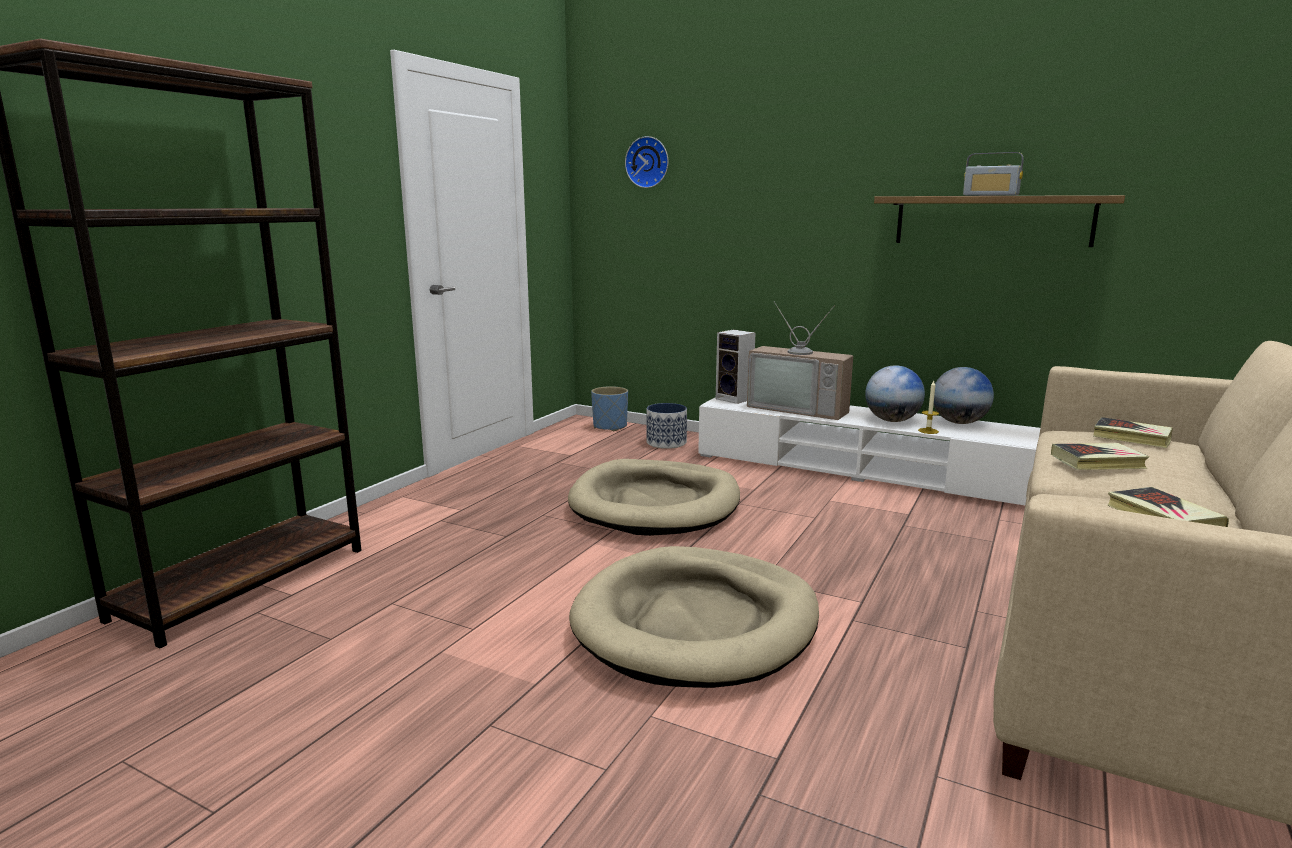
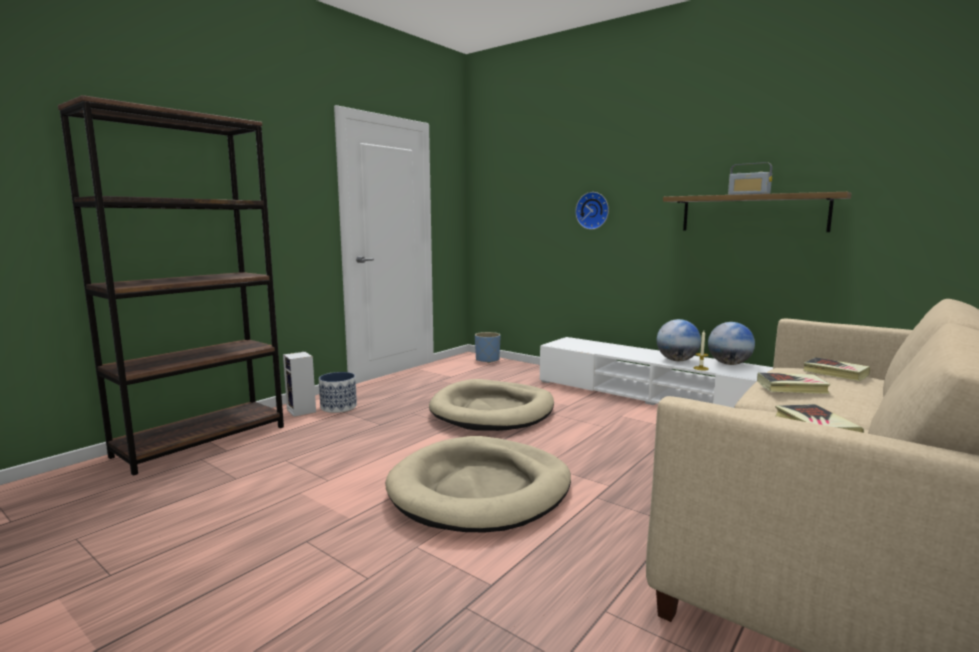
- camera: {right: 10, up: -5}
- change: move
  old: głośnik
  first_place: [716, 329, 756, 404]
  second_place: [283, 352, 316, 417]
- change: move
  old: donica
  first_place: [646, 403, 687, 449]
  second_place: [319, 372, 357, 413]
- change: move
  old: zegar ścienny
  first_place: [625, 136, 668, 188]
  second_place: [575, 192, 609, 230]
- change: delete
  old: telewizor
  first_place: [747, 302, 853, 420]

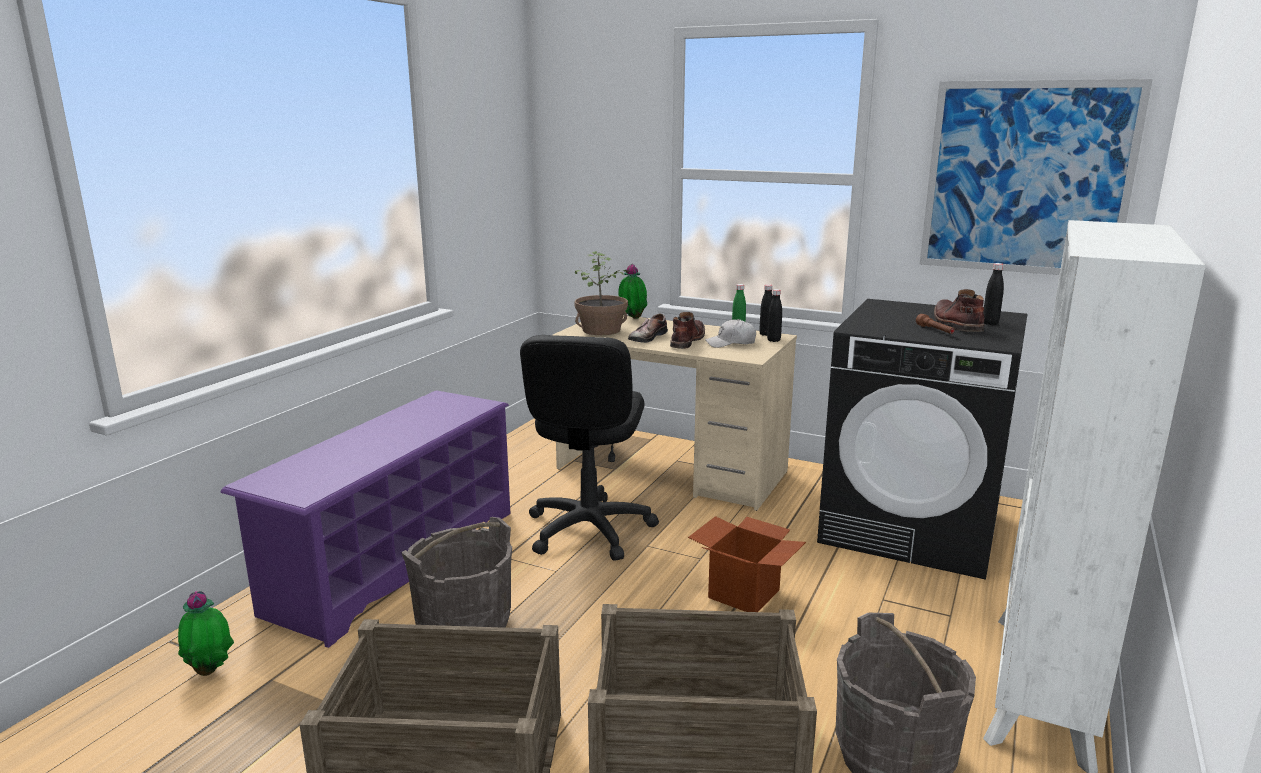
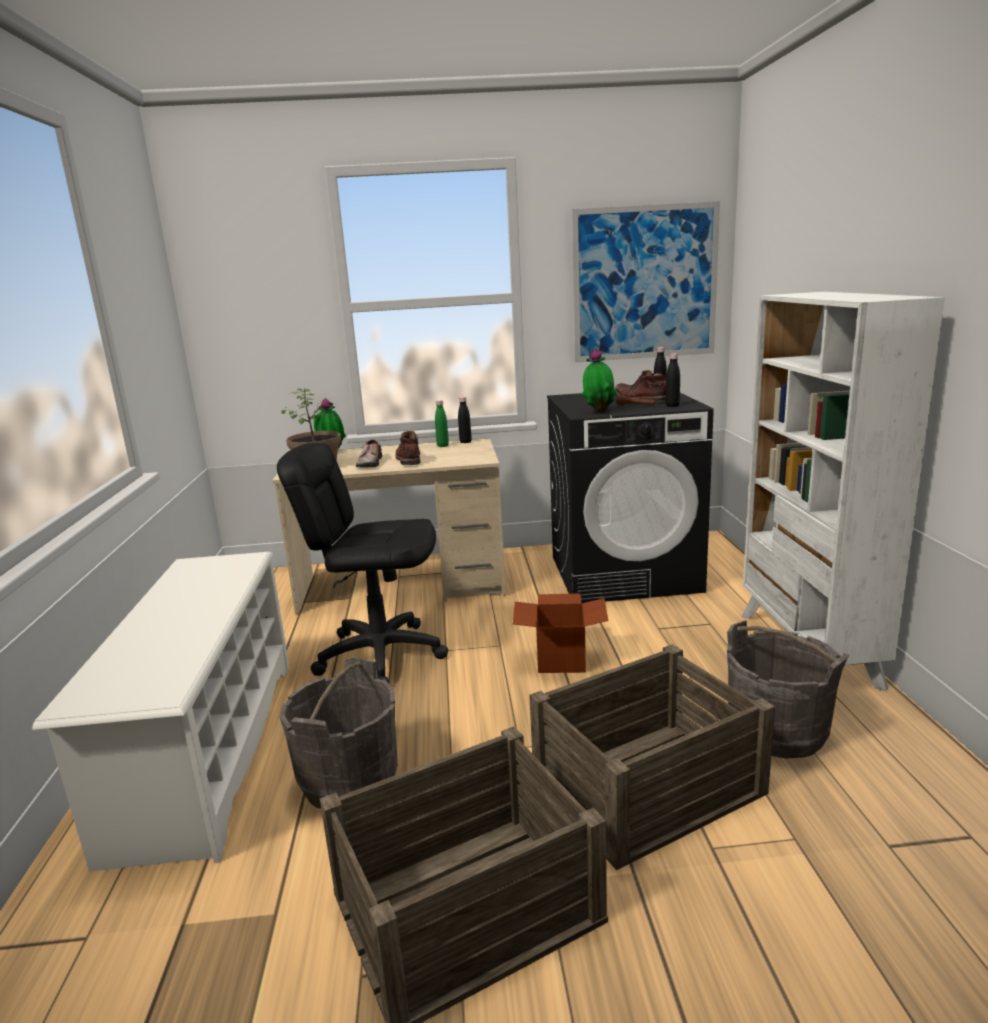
- camera: {right: -30, up: 0}
- change: recolor
  old: regał na buty [fioletowy]
  new: regał na buty [biały]
  first_place: [221, 390, 510, 648]
  second_place: [32, 552, 289, 872]
- change: rotate
  old: krzesło biurowe [czarny]
  first_place: [520, 335, 659, 561]
  second_place: [277, 443, 448, 683]
  degrees: 120
- change: move
  old: roślina doniczkowa
  first_place: [178, 591, 234, 676]
  second_place: [582, 348, 617, 413]
- change: move
  old: butelka [czarny]
  first_place: [767, 289, 782, 342]
  second_place: [666, 353, 680, 407]
- change: delete
  old: czapka z daszkiem [biały]
  first_place: [705, 319, 756, 348]

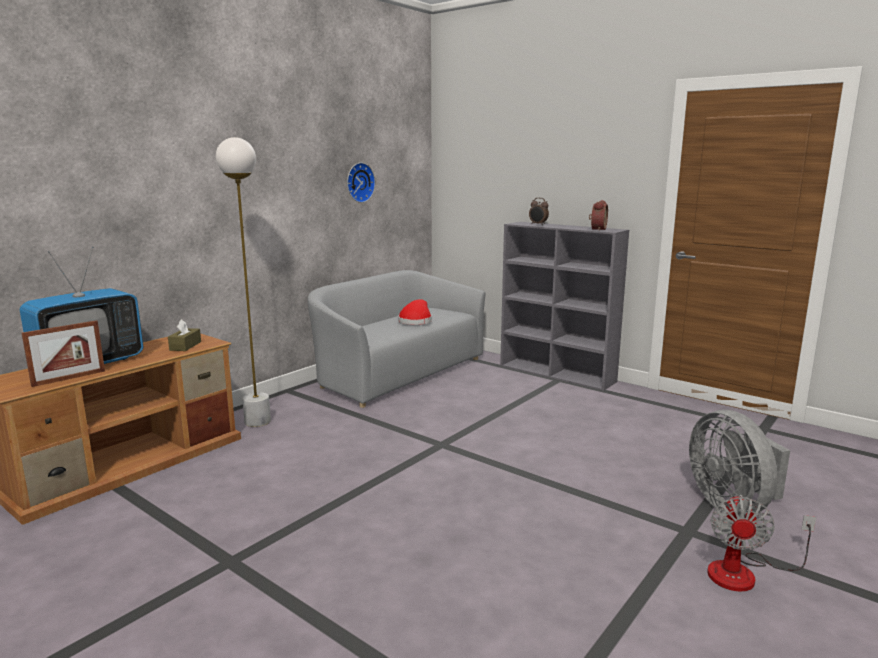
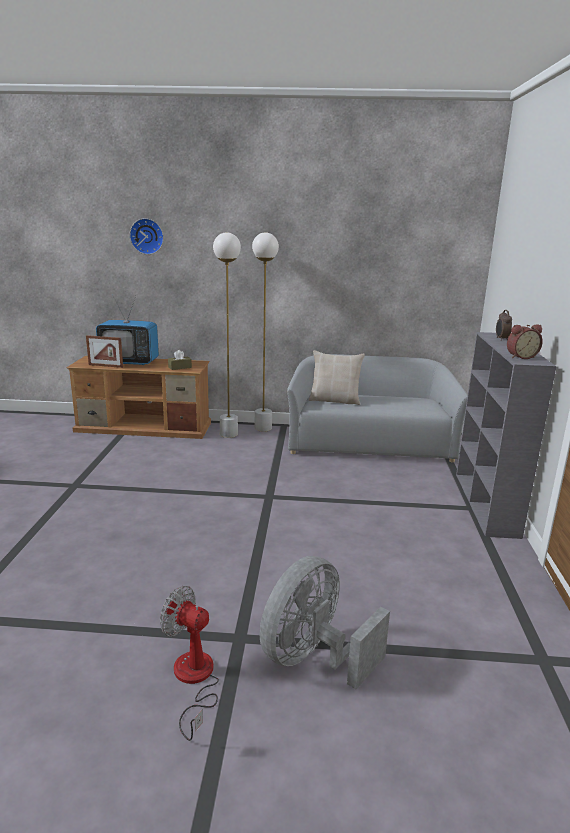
- camera: {right: 55, up: 5}
- change: move
  old: zegar ścienny
  first_place: [347, 163, 375, 203]
  second_place: [129, 218, 164, 255]
- change: rotate
  old: wentylator
  first_place: [707, 495, 816, 591]
  second_place: [160, 586, 219, 741]
  degrees: 45
- change: insert
  new: lampa stojąca [biały]
  second_place: [252, 232, 279, 432]
- change: insert
  new: poduszka [beżowy]
  second_place: [309, 350, 365, 405]
- change: delete
  old: kapelusz [czerwony]
  first_place: [398, 299, 432, 325]

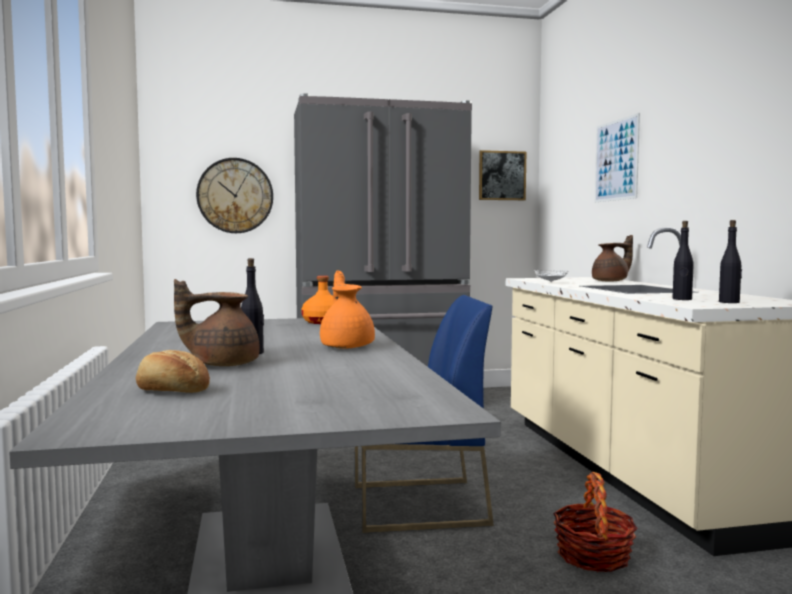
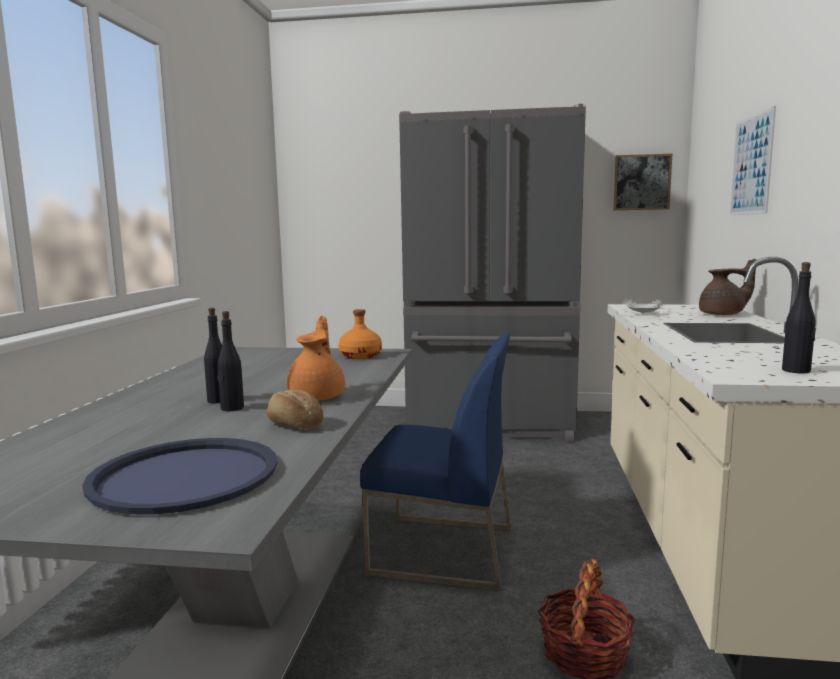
- camera: {right: 20, up: 5}
- change: insert
  new: taca [niebieski]
  second_place: [82, 438, 278, 515]
- change: move
  old: butelka [czarny]
  first_place: [673, 221, 694, 300]
  second_place: [217, 311, 244, 411]
- change: move
  old: chleb
  first_place: [136, 350, 210, 393]
  second_place: [267, 390, 323, 429]
- change: delete
  old: imbryk [brązowy]
  first_place: [174, 279, 260, 366]
- change: delete
  old: zegar ścienny
  first_place: [196, 158, 273, 233]

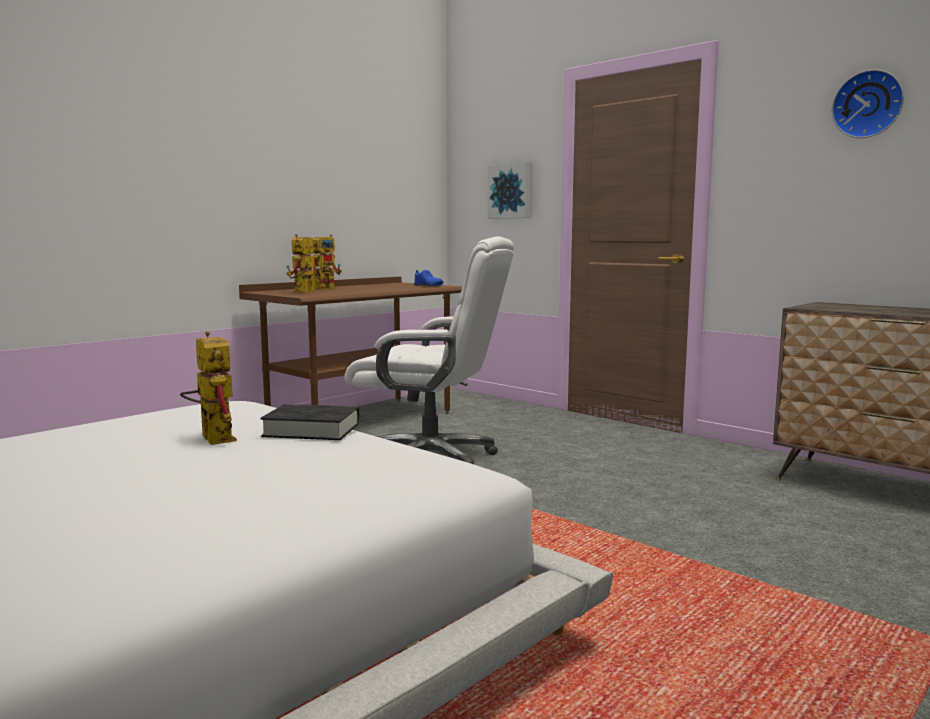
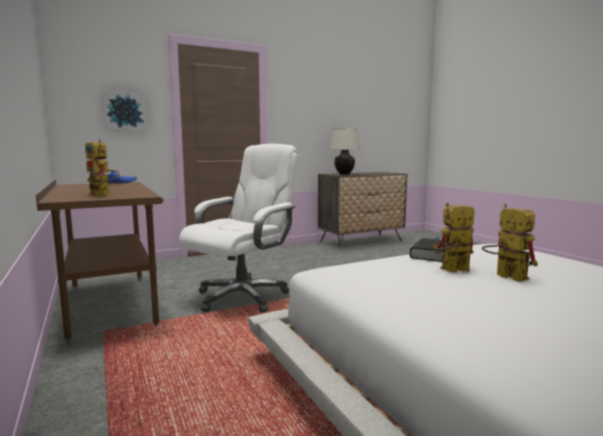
- camera: {right: -70, up: 0}
- change: insert
  new: lampa stołowa [beżowy]
  second_place: [329, 128, 361, 174]
- change: move
  old: robot zabawkowy
  first_place: [312, 234, 342, 290]
  second_place: [482, 204, 538, 282]
- change: delete
  old: zegar ścienny
  first_place: [832, 69, 904, 138]

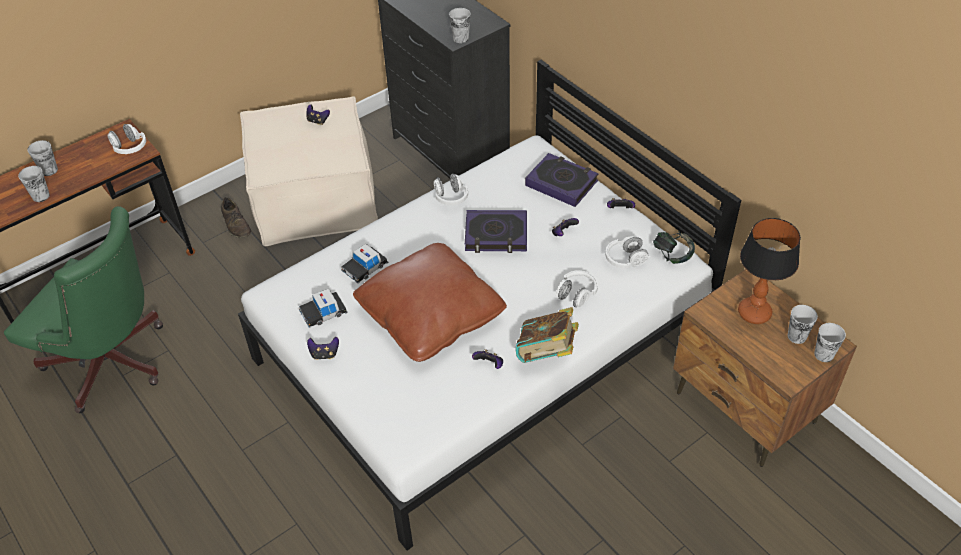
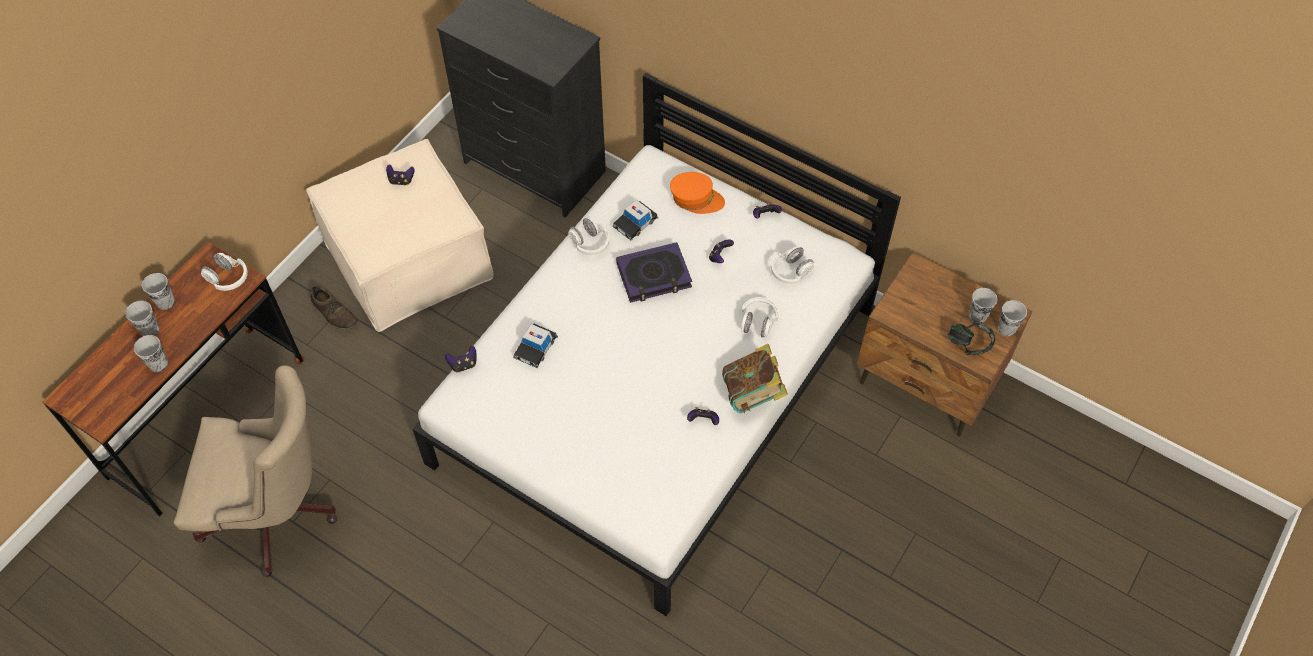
- camera: {right: -20, up: 10}
- change: move
  old: filiżanka
  first_place: [449, 8, 471, 43]
  second_place: [142, 273, 175, 310]
- change: recolor
  old: krzesło biurowe [zielony]
  new: krzesło biurowe [beżowy]
  first_place: [4, 206, 163, 413]
  second_place: [174, 365, 337, 577]
- change: move
  old: pad do gier
  first_place: [307, 337, 339, 360]
  second_place: [445, 345, 477, 373]
- change: move
  old: samochodzik
  first_place: [299, 289, 348, 328]
  second_place: [612, 200, 659, 241]
- change: replace
  old: książka
  new: czapka z daszkiem [pomarańczowy]
  first_place: [525, 153, 599, 207]
  second_place: [670, 172, 725, 214]
- change: move
  old: słuchawki
  first_place: [653, 231, 695, 264]
  second_place: [948, 321, 995, 355]
- change: delete
  old: poduszka [brązowy]
  first_place: [353, 243, 507, 362]
- change: delete
  old: lampa stołowa
  first_place: [738, 218, 801, 324]

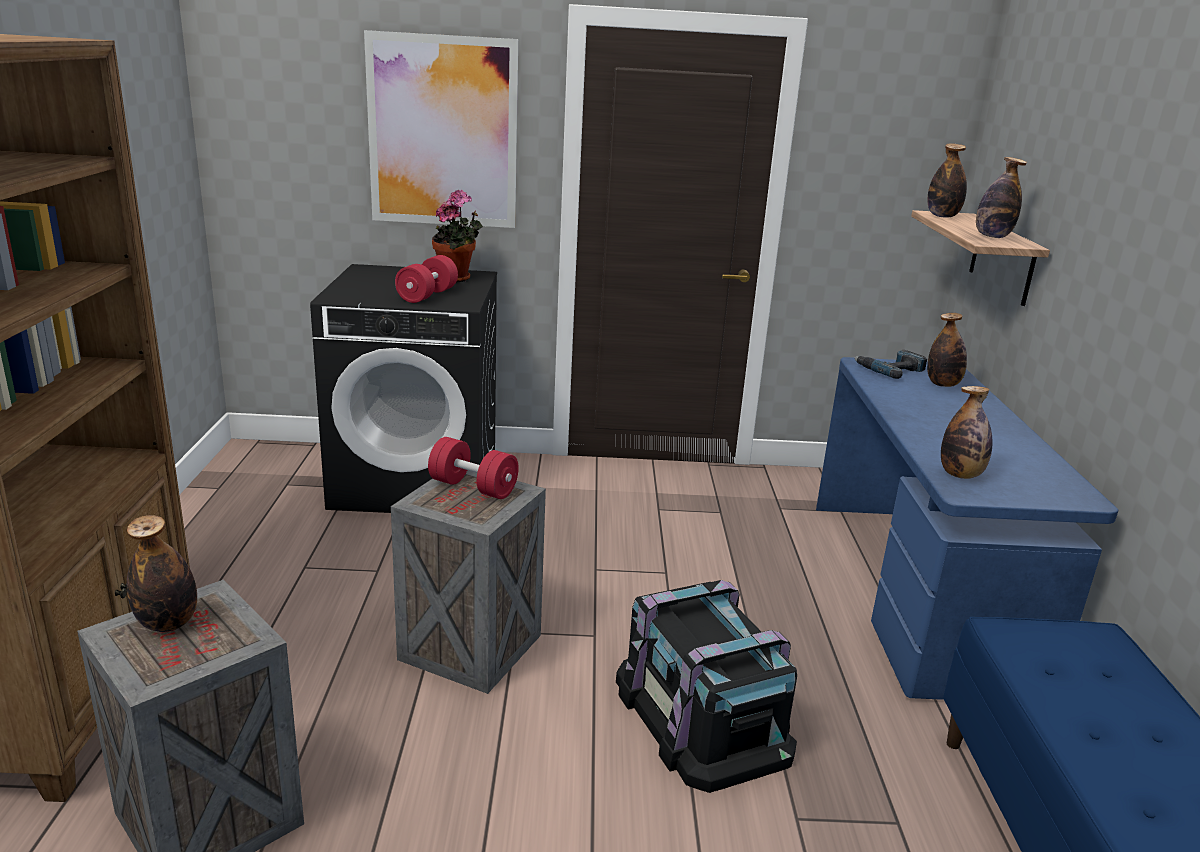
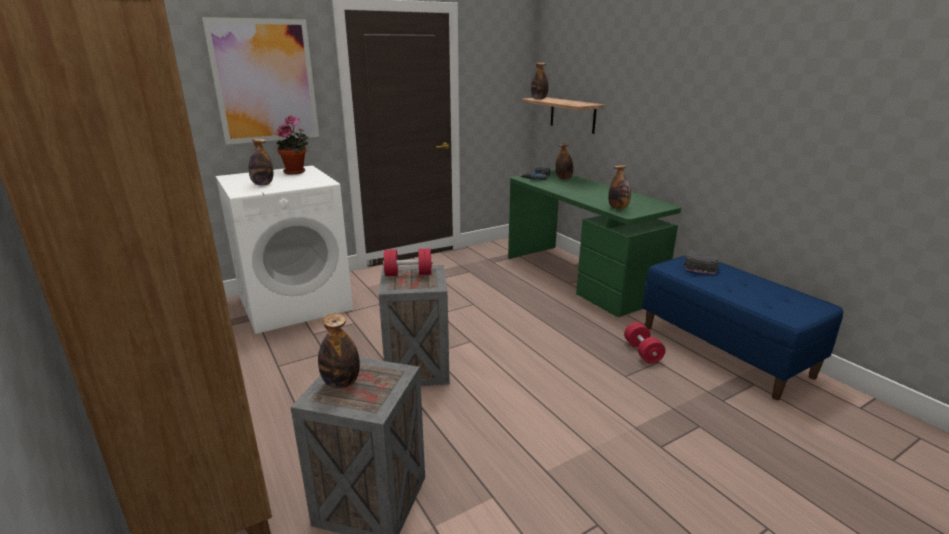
- camera: {right: -30, up: 0}
- change: recolor
  old: pralka [czarny]
  new: pralka [biały]
  first_place: [310, 264, 497, 513]
  second_place: [216, 165, 353, 334]
- change: move
  old: butelka
  first_place: [976, 157, 1027, 238]
  second_place: [248, 139, 274, 185]
- change: recolor
  old: biurko [niebieski]
  new: biurko [zielony]
  first_place: [816, 357, 1118, 700]
  second_place: [508, 170, 681, 317]
- change: move
  old: hantel [czerwony]
  first_place: [395, 255, 458, 303]
  second_place: [624, 322, 666, 363]
- change: insert
  new: czapka z daszkiem [czarny]
  second_place: [684, 250, 719, 274]
- change: delete
  old: pojemnik do przechowywania [czarny]
  first_place: [616, 580, 797, 793]

